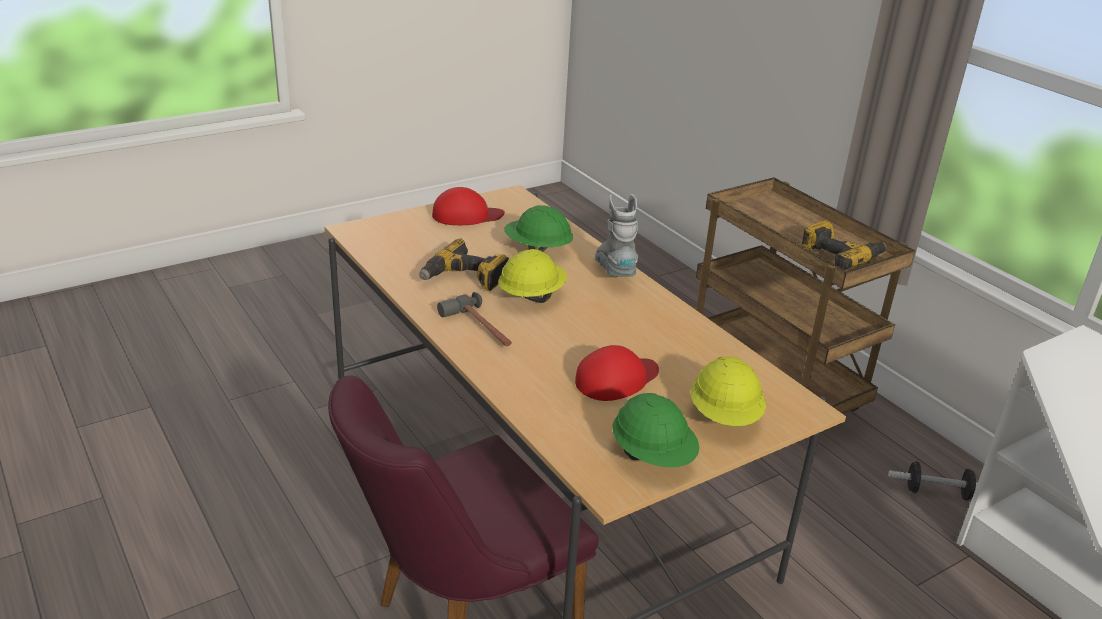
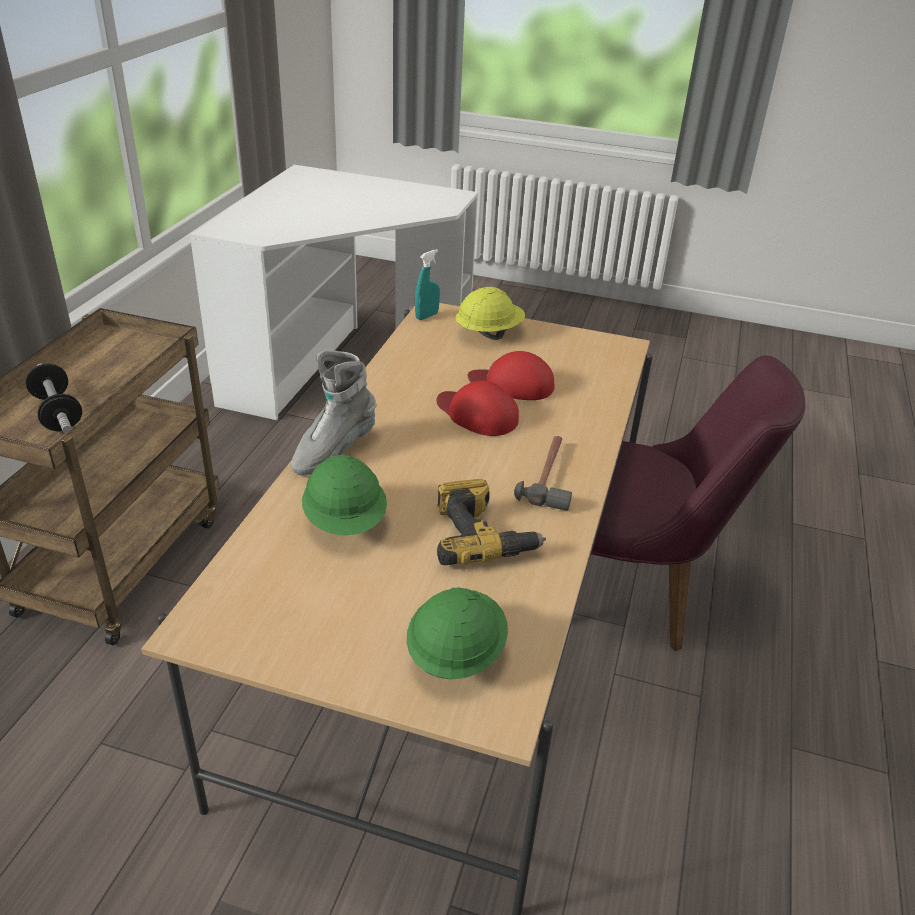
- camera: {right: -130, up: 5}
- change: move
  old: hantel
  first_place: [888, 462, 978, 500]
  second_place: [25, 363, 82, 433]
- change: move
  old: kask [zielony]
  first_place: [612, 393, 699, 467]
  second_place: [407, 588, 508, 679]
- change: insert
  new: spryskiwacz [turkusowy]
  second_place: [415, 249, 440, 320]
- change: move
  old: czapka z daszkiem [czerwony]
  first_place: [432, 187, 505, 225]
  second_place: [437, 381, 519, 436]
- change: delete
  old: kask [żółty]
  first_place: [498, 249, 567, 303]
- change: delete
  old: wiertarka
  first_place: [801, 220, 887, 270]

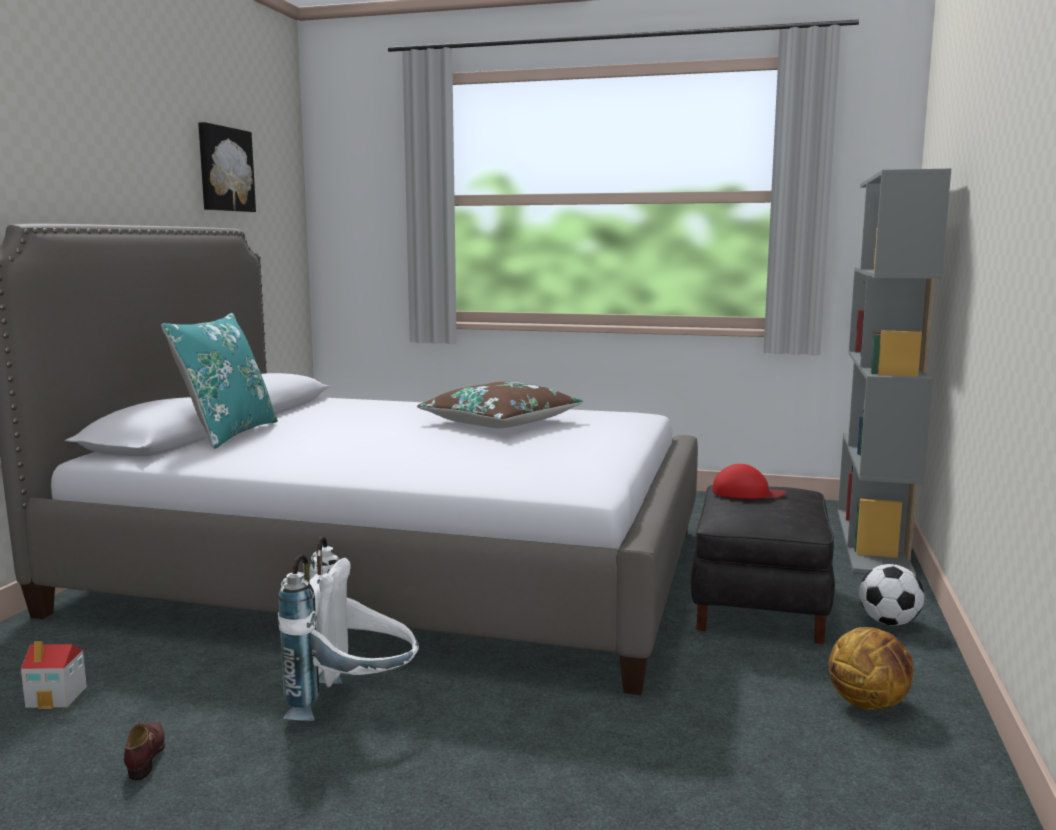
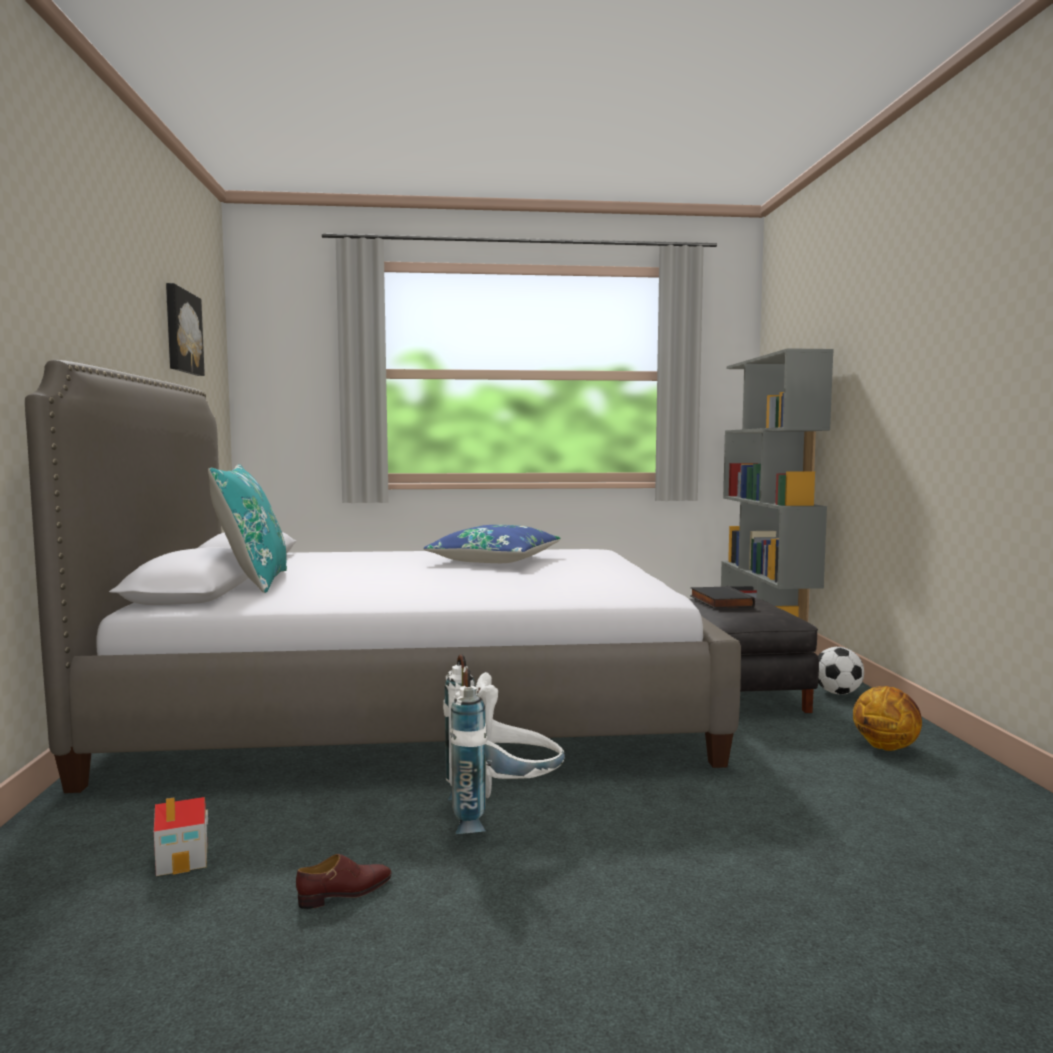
- camera: {right: -20, up: -5}
- change: rotate
  old: but [brązowy]
  first_place: [124, 722, 165, 780]
  second_place: [296, 854, 392, 909]
  degrees: 90
- change: recolor
  old: poduszka [brązowy]
  new: poduszka [niebieski]
  first_place: [417, 382, 583, 428]
  second_place: [423, 525, 561, 563]
- change: replace
  old: czapka z daszkiem [czerwony]
  new: książka [czarny]
  first_place: [712, 464, 786, 499]
  second_place: [690, 586, 755, 609]

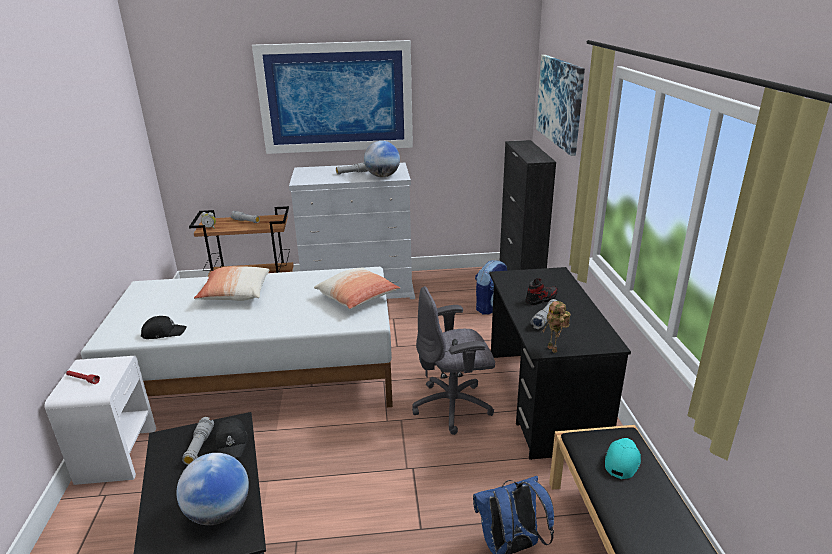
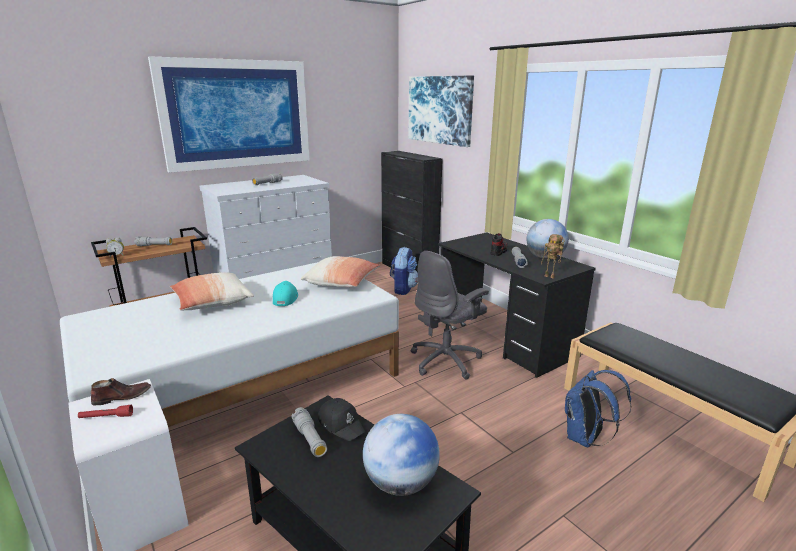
- camera: {right: -30, up: -5}
- change: insert
  new: but [brązowy]
  second_place: [91, 378, 151, 405]
- change: move
  old: czapka z daszkiem [turkusowy]
  first_place: [605, 438, 641, 479]
  second_place: [273, 281, 298, 306]
- change: move
  old: globus
  first_place: [364, 141, 400, 177]
  second_place: [527, 219, 569, 259]
- change: delete
  old: czapka z daszkiem [czarny]
  first_place: [141, 316, 187, 339]

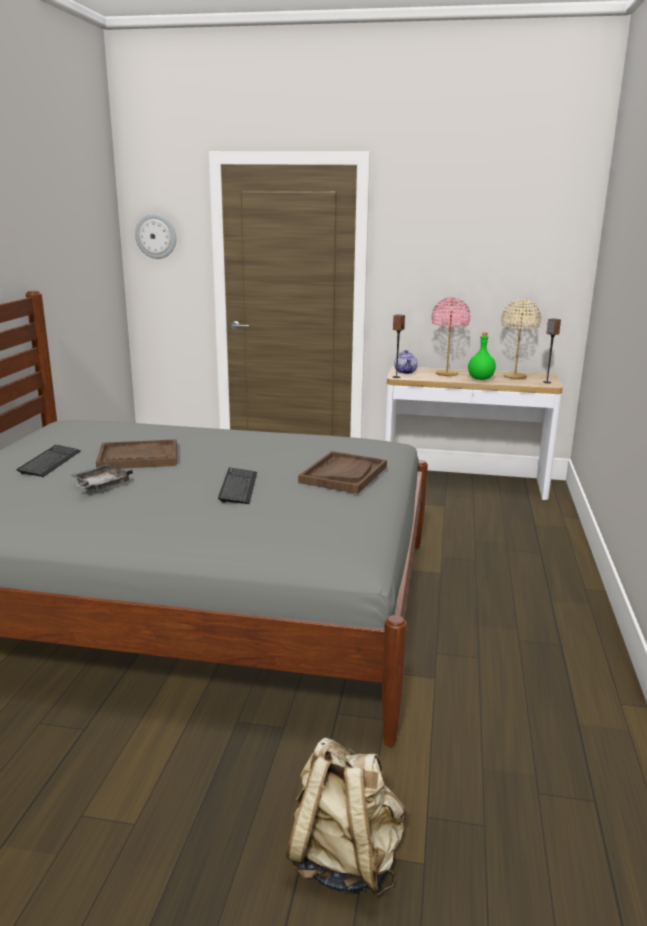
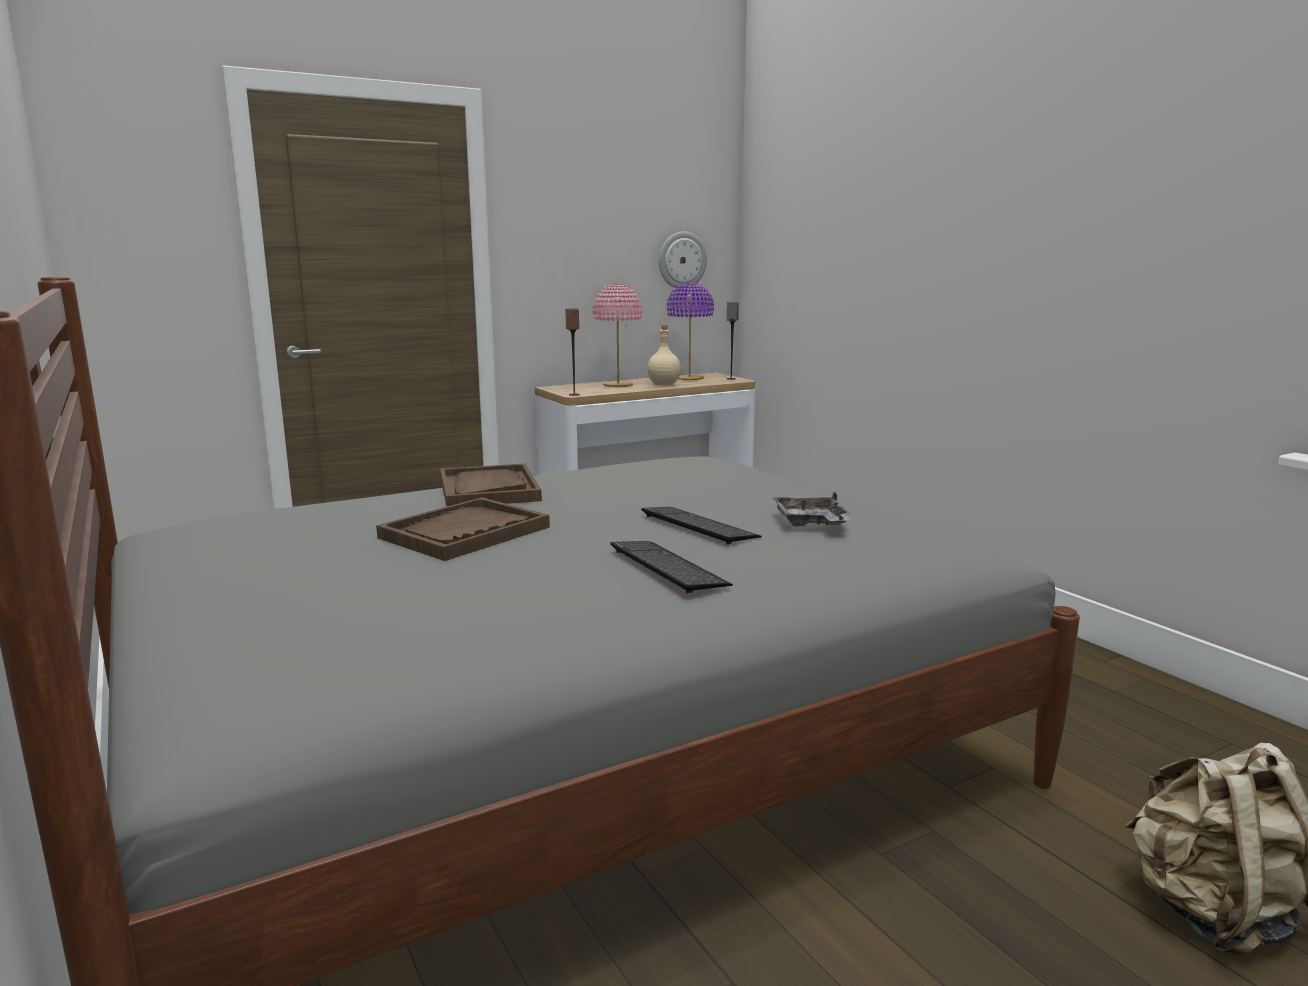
- camera: {right: -40, up: -5}
- change: move
  old: taca [brązowy]
  first_place: [298, 451, 387, 494]
  second_place: [440, 463, 542, 506]
- change: move
  old: klawiatura
  first_place: [17, 445, 81, 477]
  second_place: [610, 541, 733, 594]
- change: recolor
  old: butelka [zielony]
  new: butelka [beżowy]
  first_place: [468, 332, 496, 380]
  second_place: [647, 325, 681, 385]
- change: move
  old: zegar ścienny
  first_place: [135, 214, 176, 259]
  second_place: [659, 231, 707, 290]
- change: recolor
  old: lampa stołowa [beżowy]
  new: lampa stołowa [fioletowy]
  first_place: [501, 299, 541, 379]
  second_place: [667, 283, 714, 380]
- change: move
  old: taca [szary]
  first_place: [70, 464, 133, 490]
  second_place: [772, 492, 850, 526]
- change: delete
  old: imbryk
  first_place: [394, 350, 417, 374]

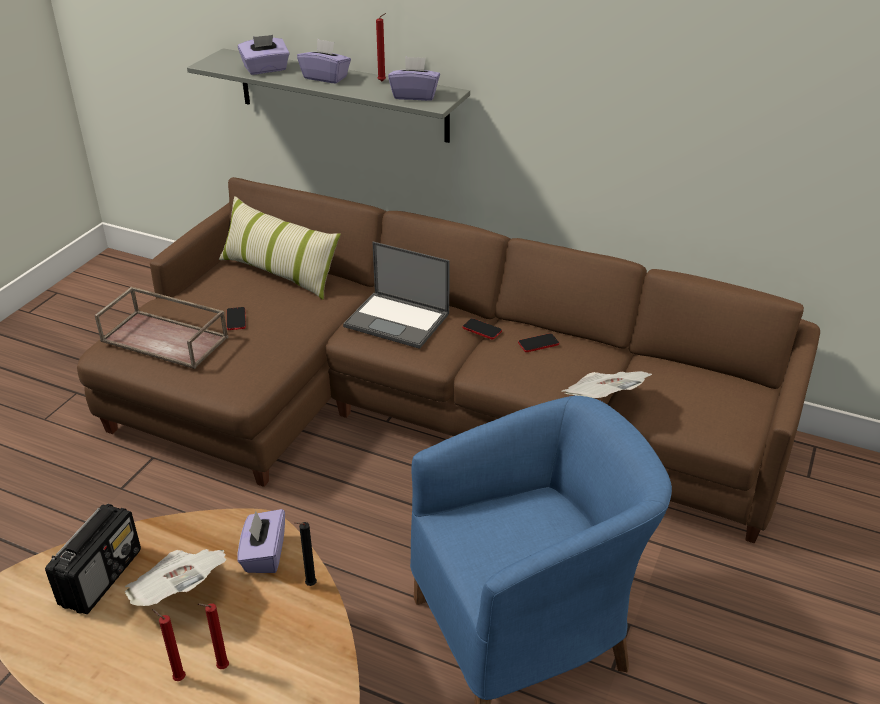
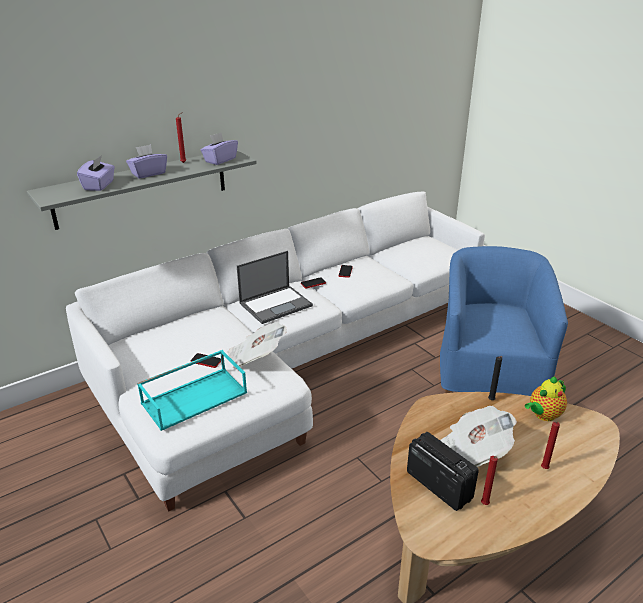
- camera: {right: -60, up: -5}
- change: recolor
  old: kanapa [brązowy]
  new: kanapa [biały]
  first_place: [77, 177, 820, 544]
  second_place: [66, 192, 485, 512]
- change: recolor
  old: taca [brązowy]
  new: taca [turkusowy]
  first_place: [94, 287, 228, 369]
  second_place: [137, 350, 247, 431]
- change: move
  old: gazeta
  first_place: [561, 371, 652, 398]
  second_place: [227, 321, 287, 368]
- change: move
  old: świeca [czerwony]
  first_place: [198, 603, 229, 669]
  second_place: [481, 456, 498, 505]
- change: insert
  new: imbryk
  second_place: [525, 376, 567, 421]
- change: delete
  old: poduszka
  first_place: [219, 196, 341, 300]
- change: delete
  old: pudełko chusteczek [fioletowy]
  first_place: [237, 509, 285, 573]

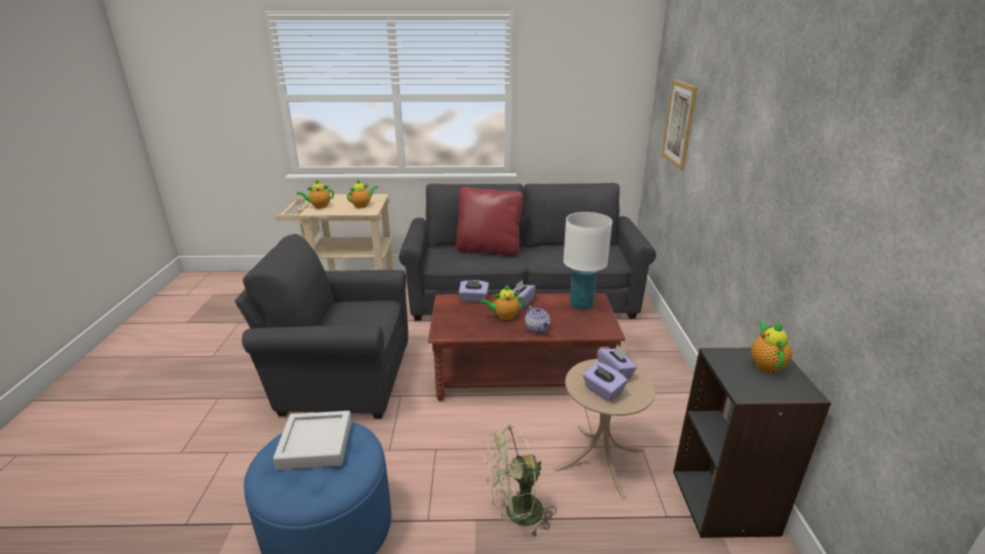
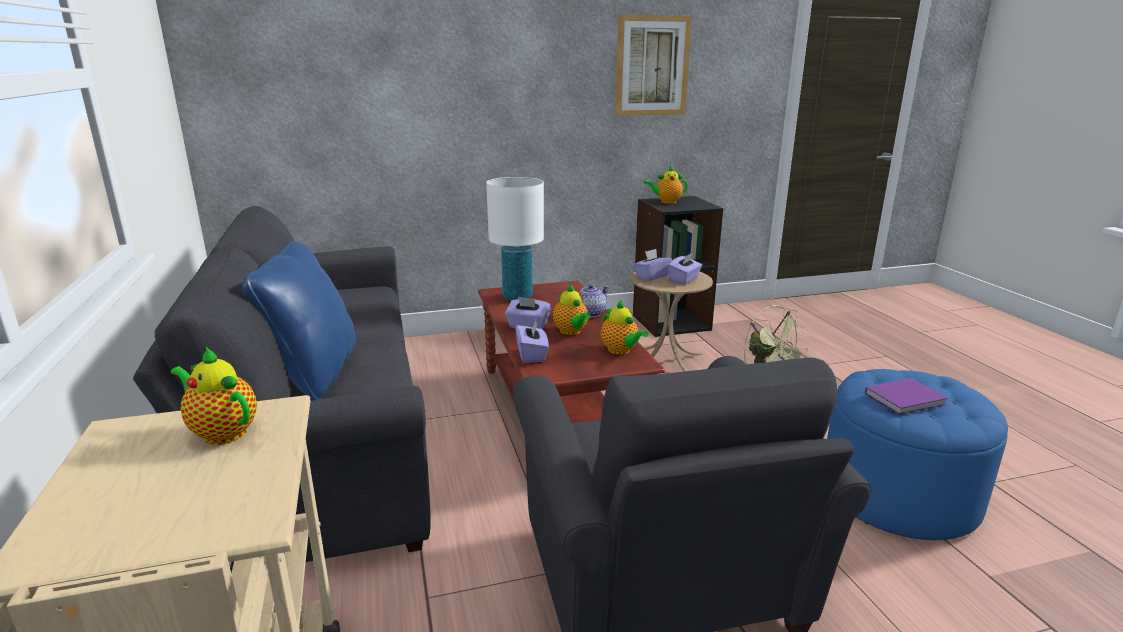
- camera: {right: -105, up: -5}
- change: recolor
  old: poduszka [czerwony]
  new: poduszka [niebieski]
  first_place: [456, 187, 523, 256]
  second_place: [242, 241, 356, 400]
- change: move
  old: imbryk
  first_place: [297, 179, 334, 209]
  second_place: [601, 300, 648, 354]
- change: move
  old: obraz
  first_place: [661, 80, 698, 171]
  second_place: [615, 15, 692, 116]
- change: replace
  old: taca [szary]
  new: książka [fioletowy]
  first_place: [273, 411, 352, 470]
  second_place: [865, 378, 948, 415]

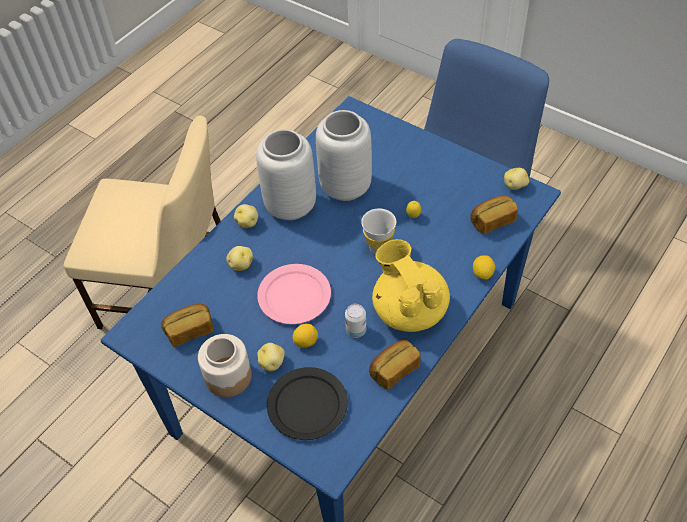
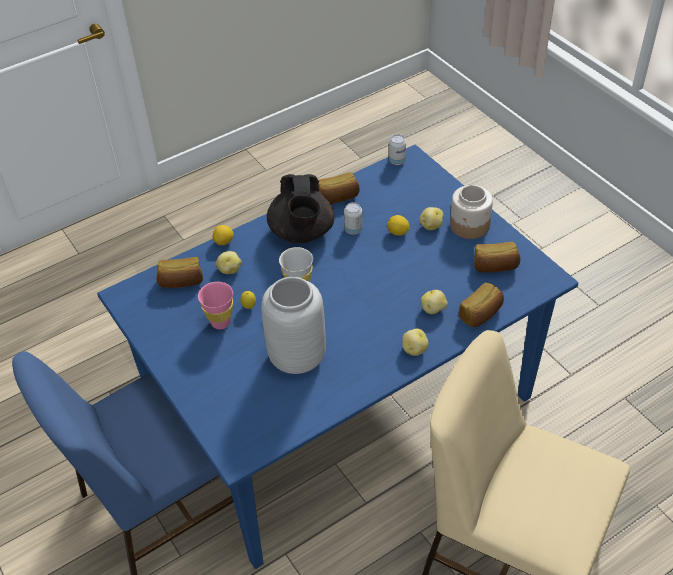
- camera: {right: -160, up: -5}
- change: insert
  new: filiżanka [różowy]
  second_place: [198, 282, 233, 330]
- change: move
  old: ziemniak
  first_place: [504, 168, 529, 190]
  second_place: [216, 251, 242, 274]
- change: recolor
  old: imbryk [żółty]
  new: imbryk [czarny]
  first_place: [372, 239, 450, 332]
  second_place: [267, 174, 334, 243]
- change: insert
  new: puszka
  second_place: [389, 134, 406, 165]
- change: insert
  new: chleb
  second_place: [459, 282, 504, 327]
- change: delete
  old: wazon [szary]
  first_place: [256, 129, 316, 220]
- change: delete
  old: talerz [różowy]
  first_place: [257, 264, 331, 324]
- change: delete
  old: talerz [czarny]
  first_place: [267, 367, 348, 440]

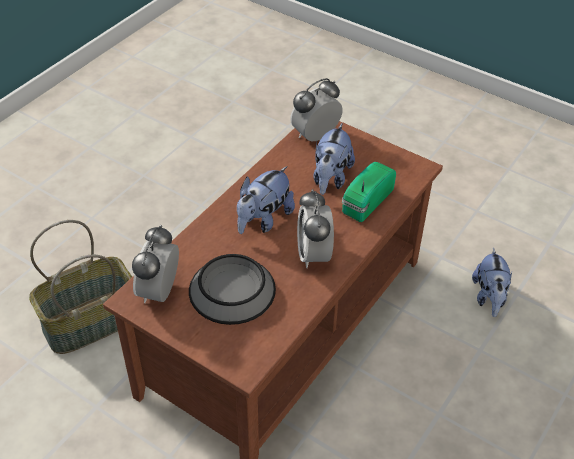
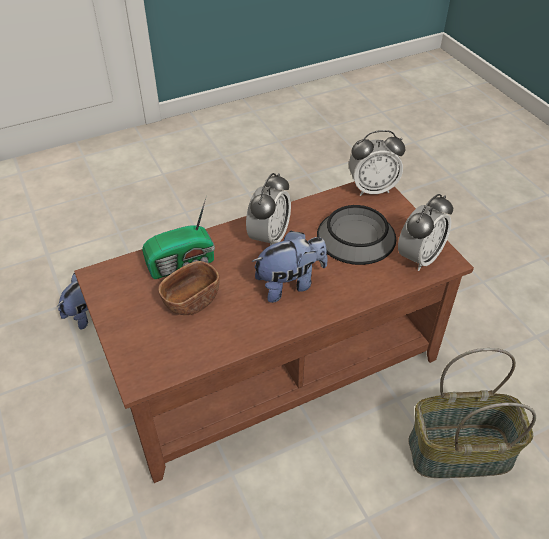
- camera: {right: -150, up: 0}
- change: replace
  old: pluszak
  new: miska [brązowy]
  first_place: [313, 123, 355, 195]
  second_place: [158, 261, 220, 315]
- change: move
  old: budzik
  first_place: [290, 78, 343, 142]
  second_place: [349, 130, 405, 196]

